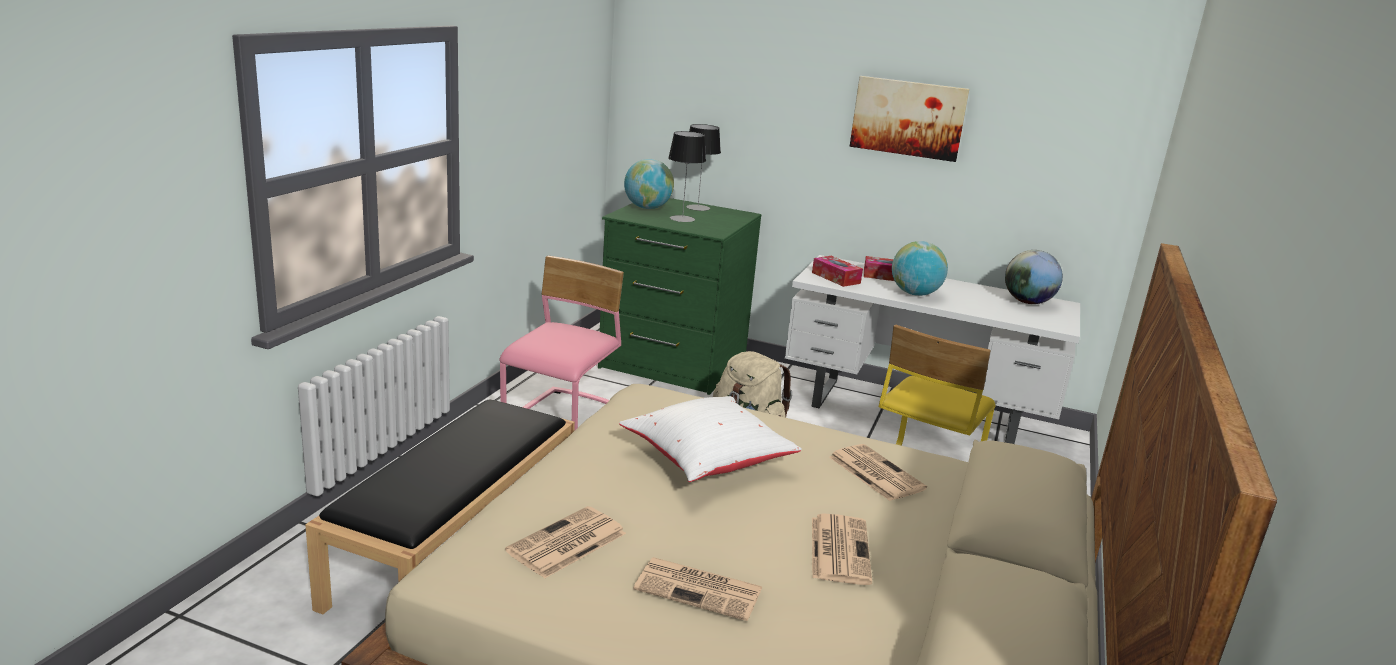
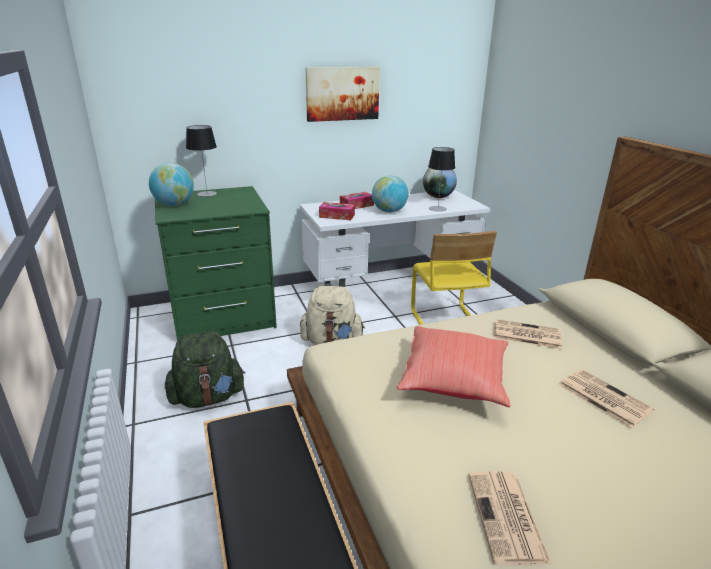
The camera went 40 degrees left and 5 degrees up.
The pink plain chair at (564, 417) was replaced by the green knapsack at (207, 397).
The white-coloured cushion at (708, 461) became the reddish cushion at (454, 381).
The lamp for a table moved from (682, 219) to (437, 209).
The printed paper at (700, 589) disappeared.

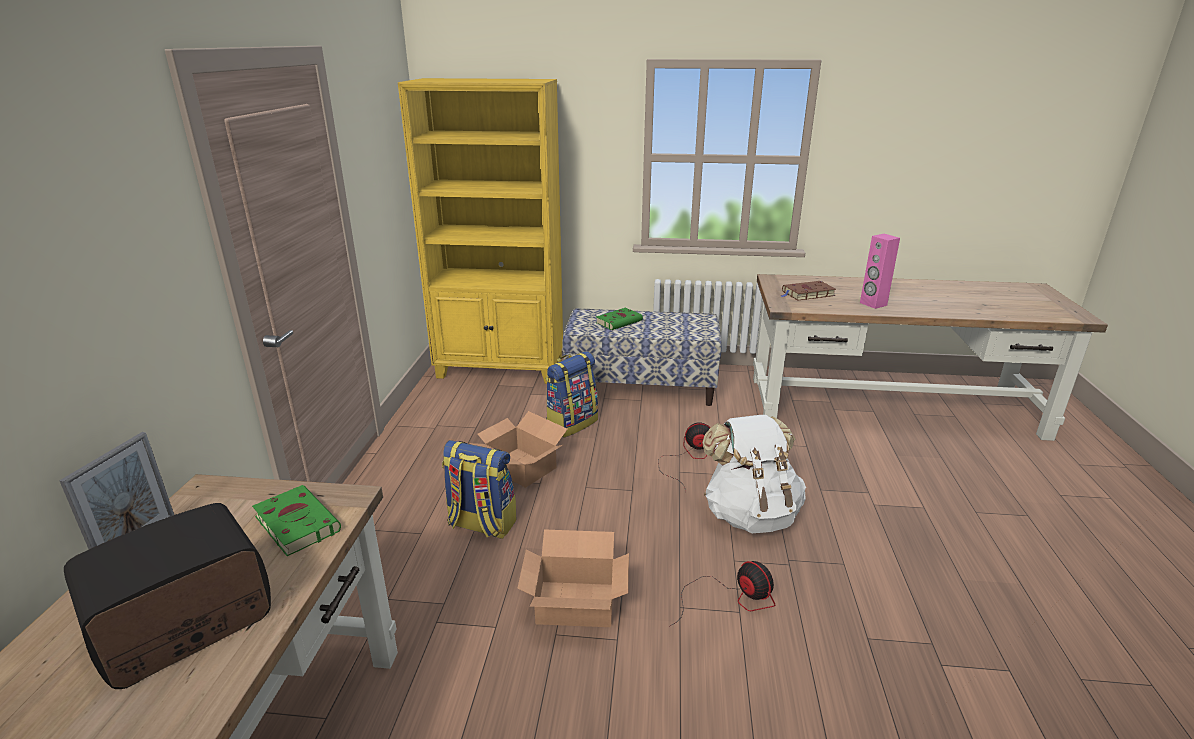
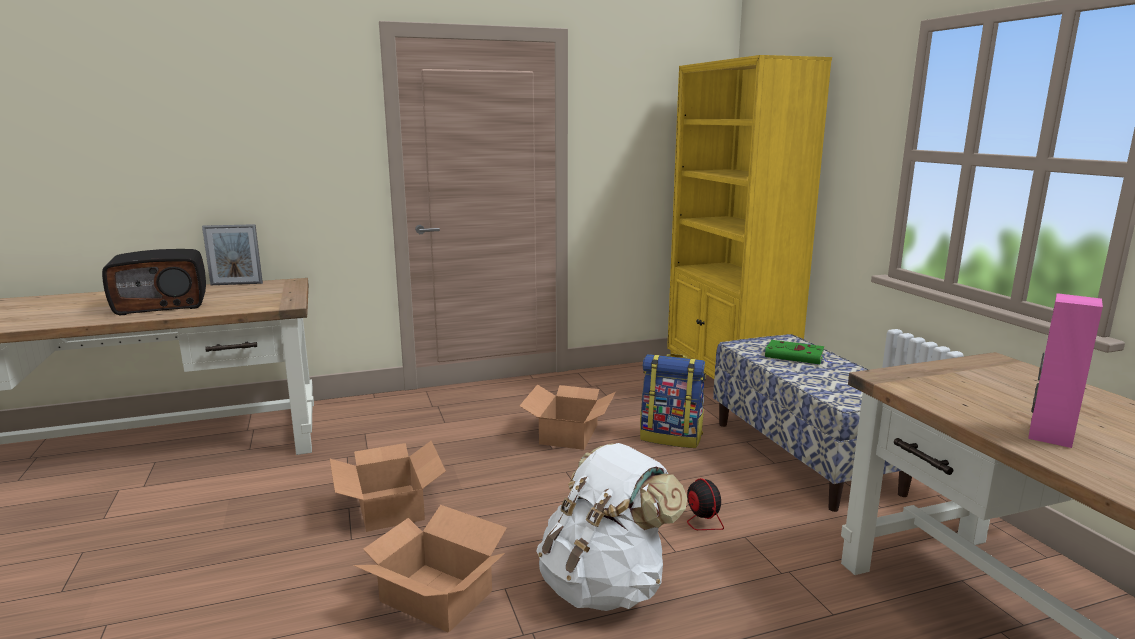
The camera went 65 degrees right and 10 degrees down.
The radio at (184, 625) turned 135 degrees clockwise.
The fan at (731, 599) was replaced by the carton at (436, 597).
The green book at (295, 523) disappeared.
The knapsack at (481, 524) disappeared.
The brown book at (807, 294) disappeared.

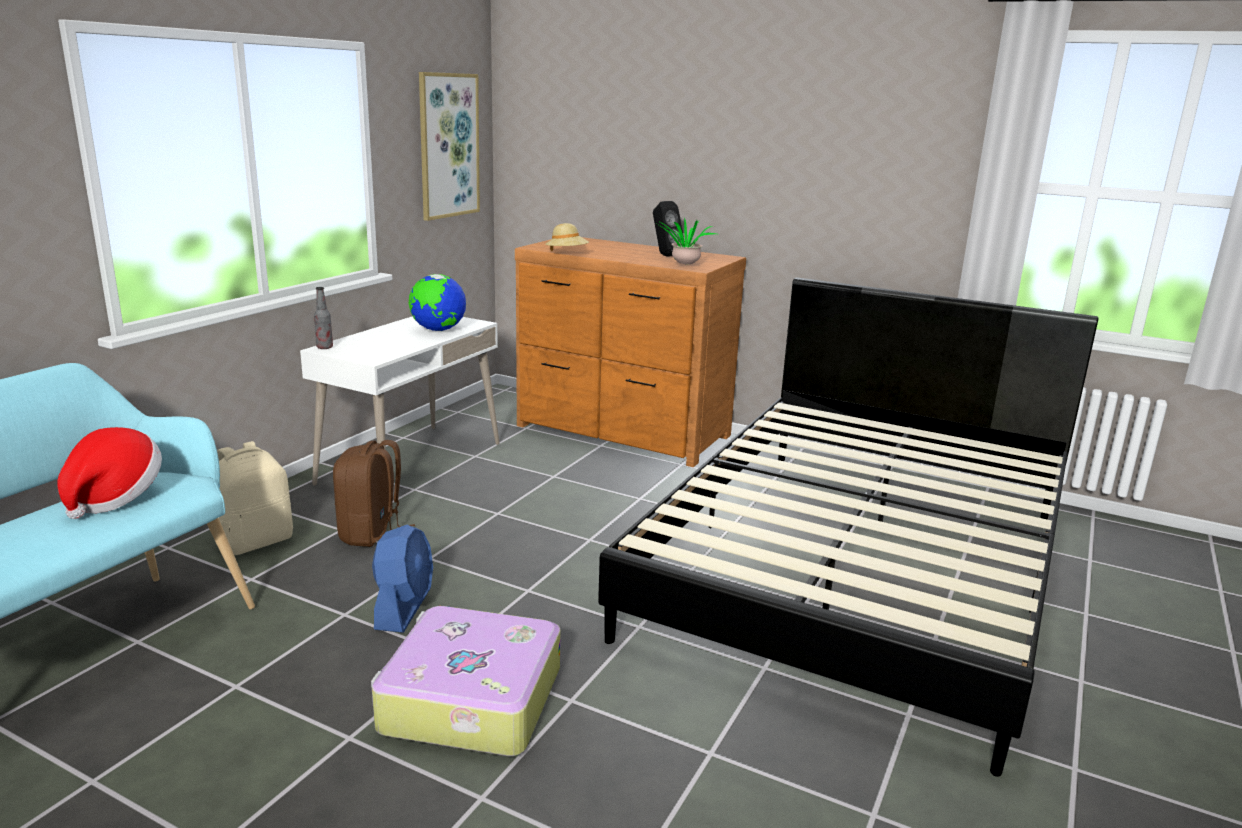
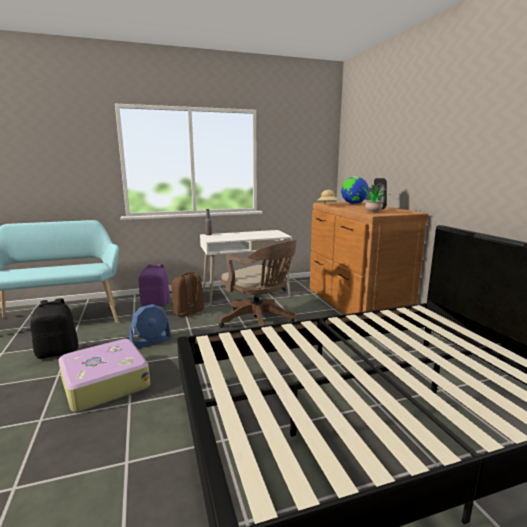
The camera went 45 degrees right and 5 degrees down.
The black knapsack at (58, 352) appeared.
The sand-coloured knapsack at (256, 541) became the purple-coloured knapsack at (156, 304).
The brown office chair at (259, 322) appeared.
The desk globe moved from (438, 330) to (353, 204).
The clothing hat at (114, 497) disappeared.
The wall art at (448, 146) disappeared.

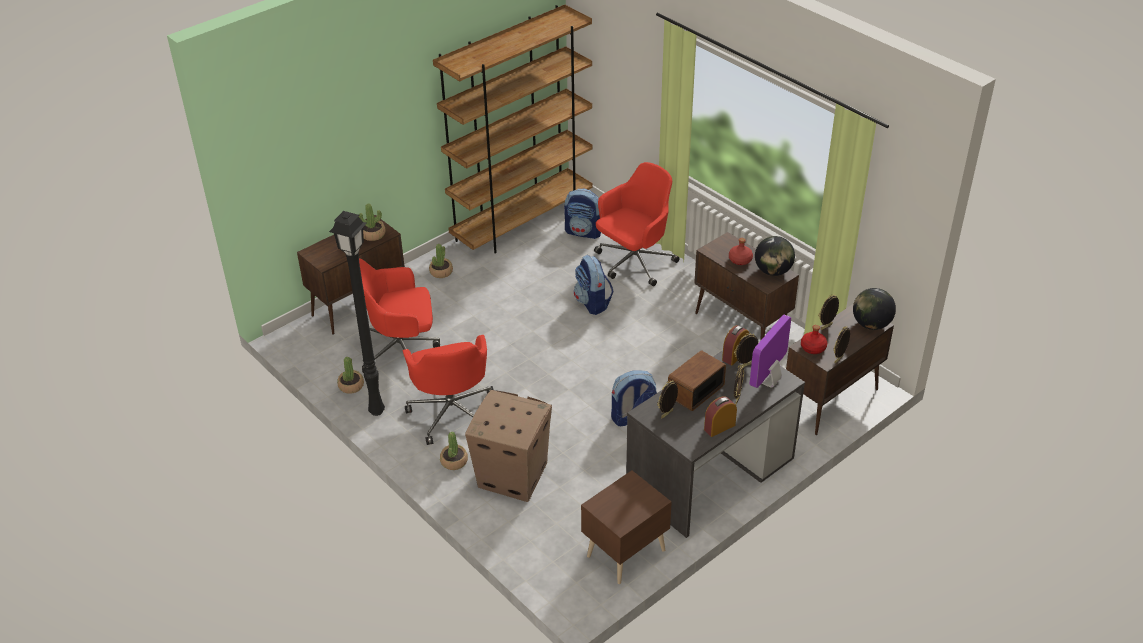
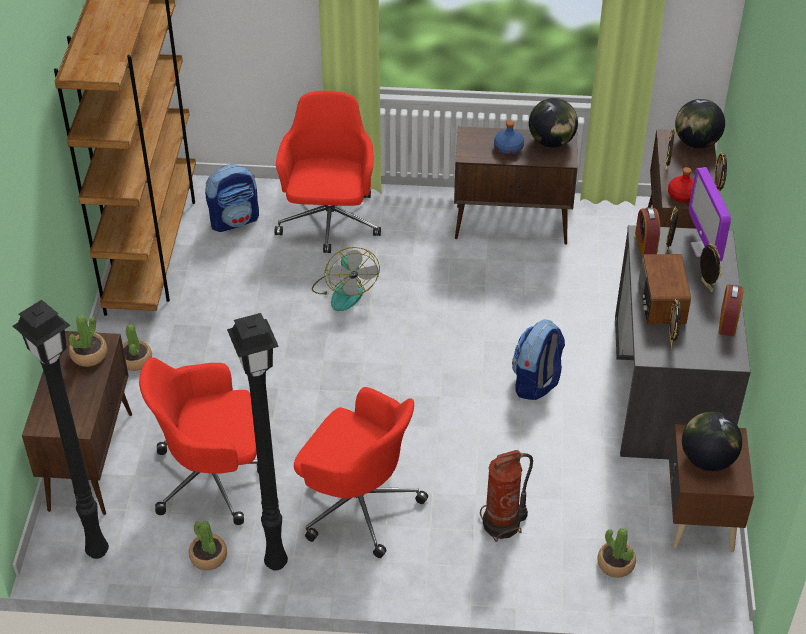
The camera went 45 degrees left and 5 degrees up.
The black standard lamp at (97, 553) appeared.
The reddish office chair at (402, 351) turned 45 degrees clockwise.
The knapsack at (593, 303) was replaced by the fan at (344, 290).
The carton at (511, 475) was replaced by the fire-fighting cylinder at (503, 524).
The reddish bottle at (740, 260) became the blue-coloured bottle at (508, 148).
The plant in a pot moved from (454, 461) to (615, 564).
The desk globe at (707, 460) appeared.

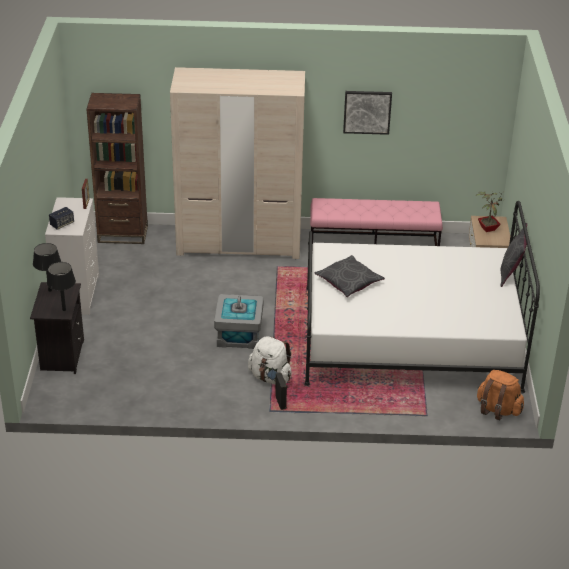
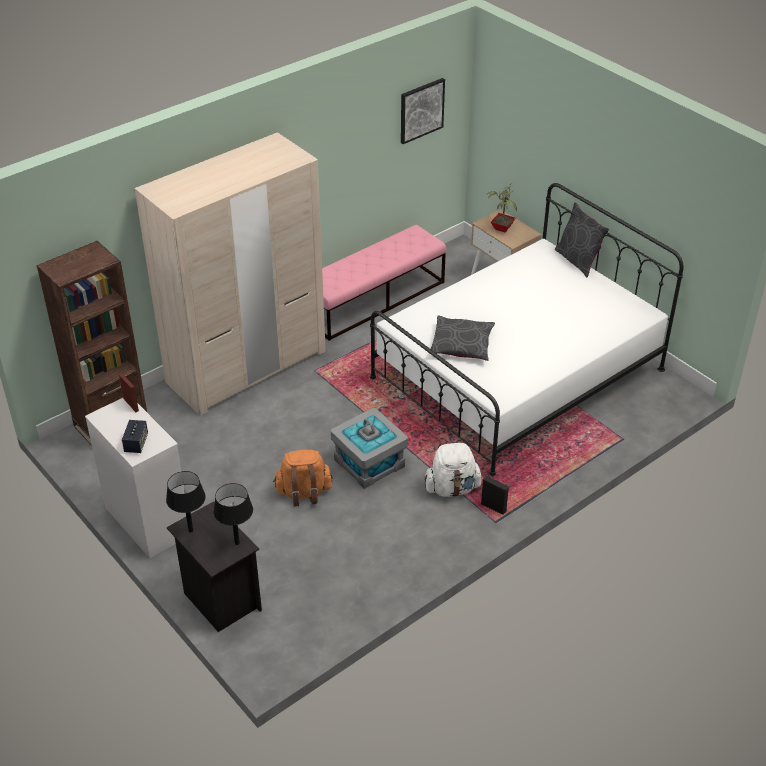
The camera went 40 degrees left and 5 degrees up.
The orange-coloured knapsack moved from (497, 409) to (304, 493).
The wall art moved from (367, 112) to (421, 110).

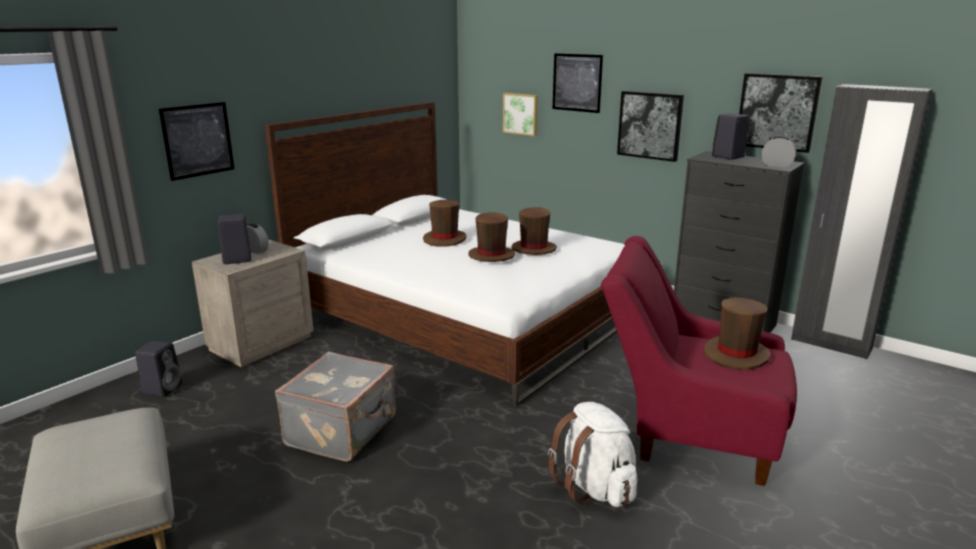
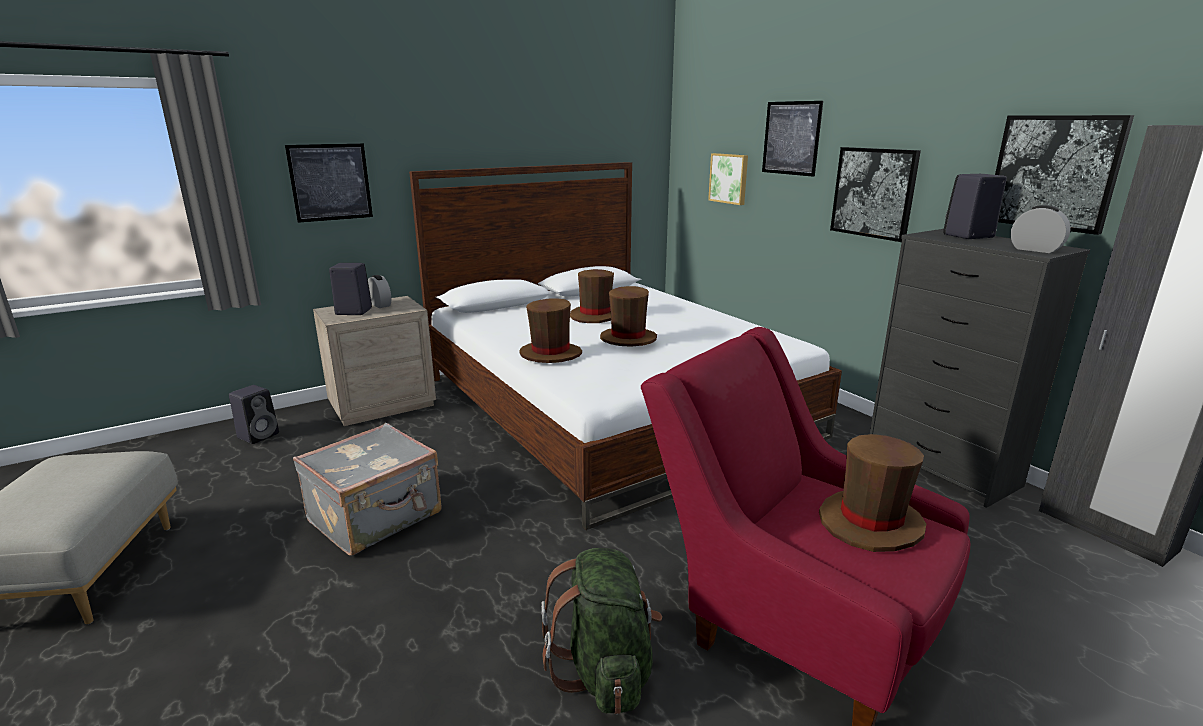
The camera went 20 degrees right and 0 degrees up.
The brown clothing hat moved from (534, 249) to (550, 354).
The white-coloured knapsack at (594, 487) became the green knapsack at (605, 670).

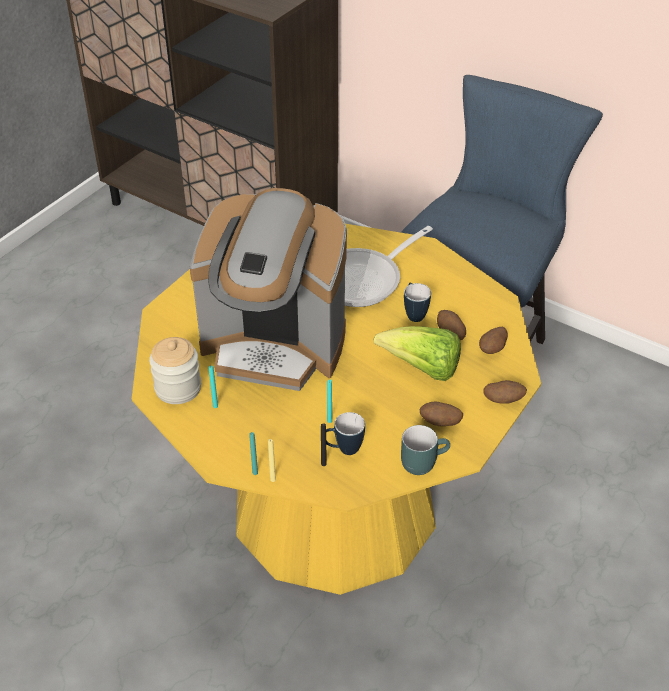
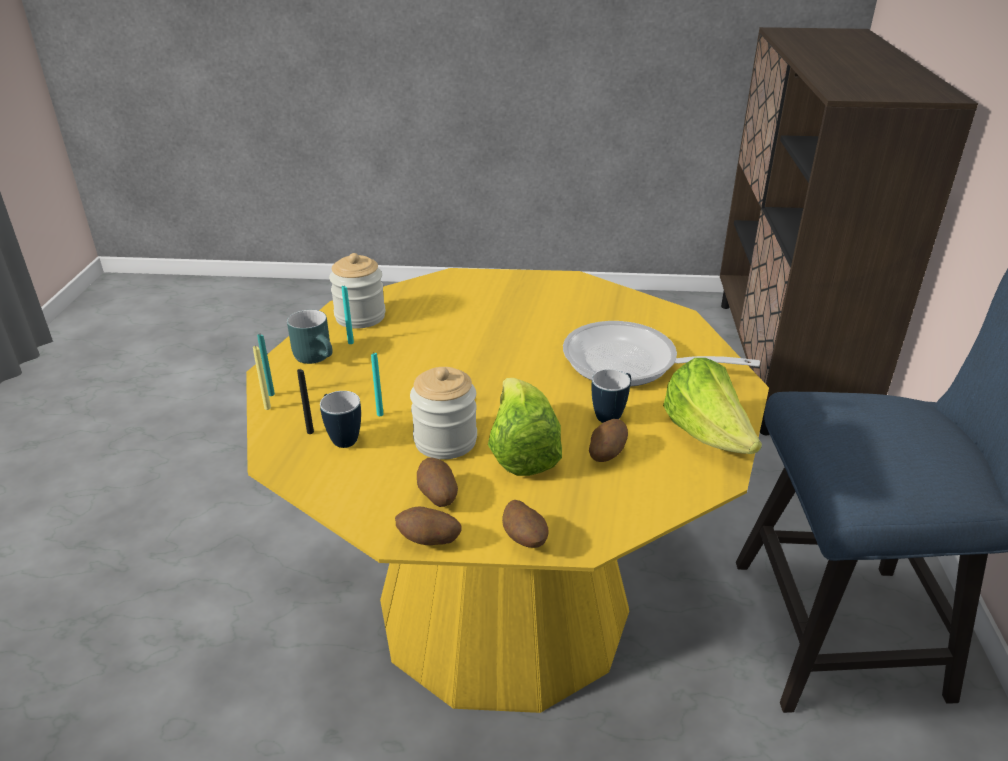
The camera went 60 degrees right and 10 degrees down.
The turquoise-coloured tea mug moved from (422, 460) to (318, 356).
The spud moved from (492, 350) to (429, 541).
The preserve jar at (445, 441) appeared.
The lettuce head at (707, 436) appeared.
The coffee maker at (274, 345) disappeared.

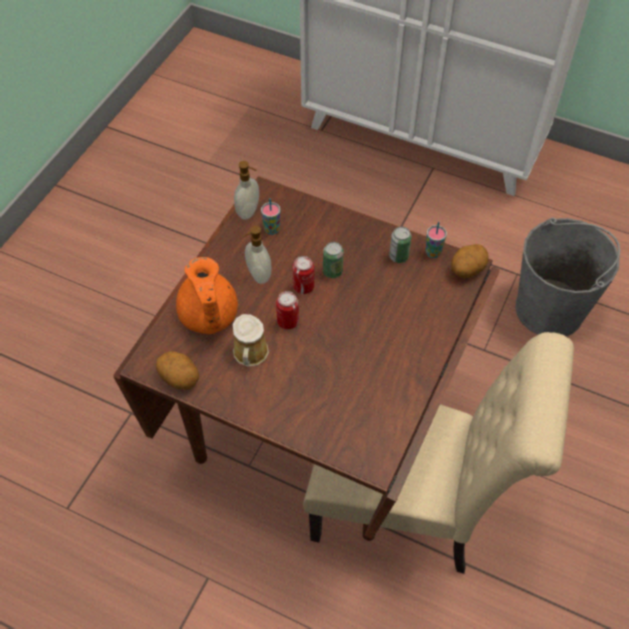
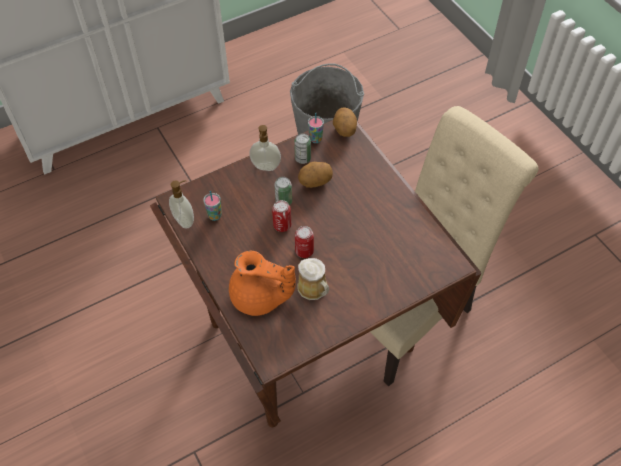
The camera went 55 degrees left and 0 degrees up.
The soap bottle moved from (258, 275) to (265, 167).
The spud moved from (180, 378) to (315, 182).

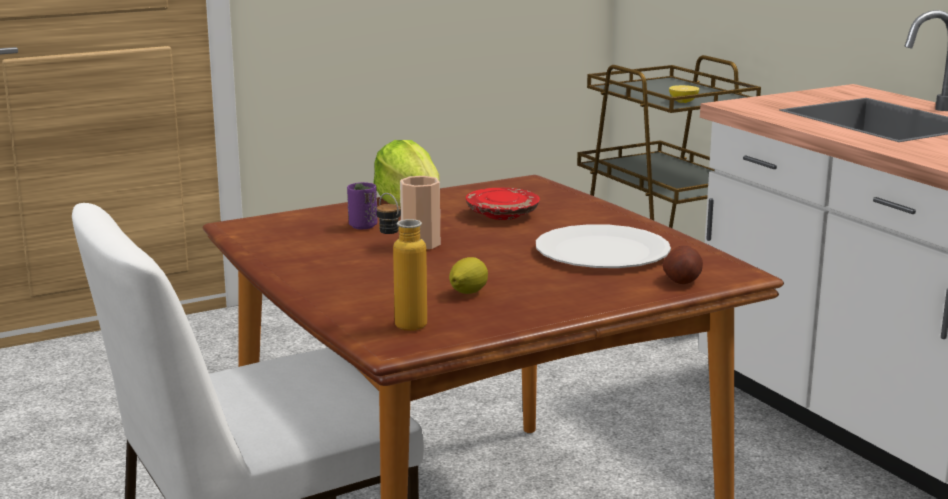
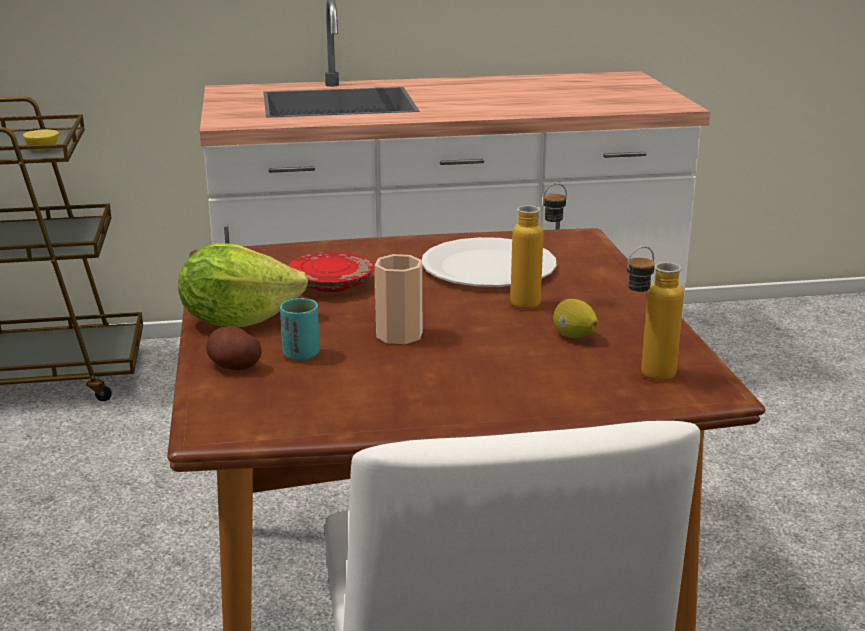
The camera went 70 degrees left and 5 degrees up.
The spud moved from (682, 280) to (234, 366).
The purple-coloured small cup at (363, 226) became the turquoise-coloured small cup at (301, 354).
The bottle at (536, 302) appeared.

